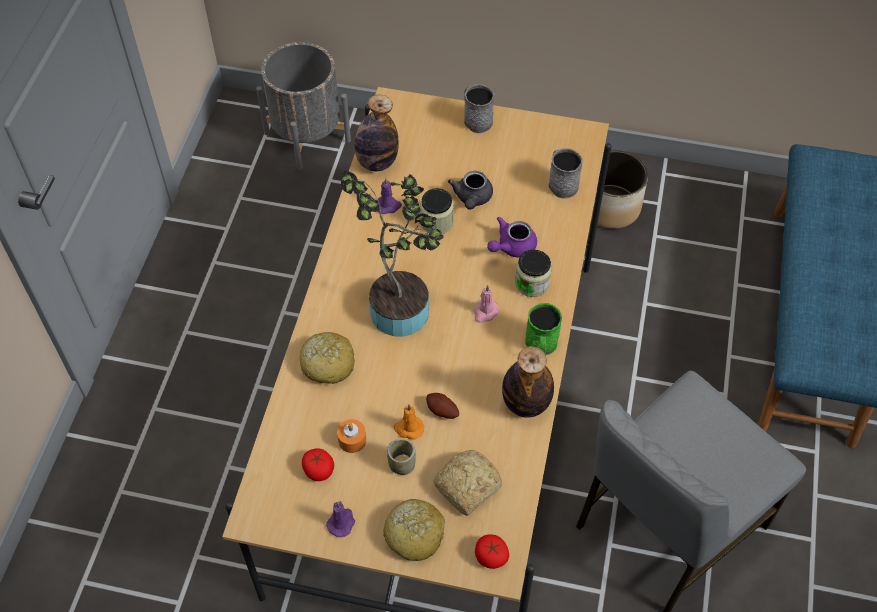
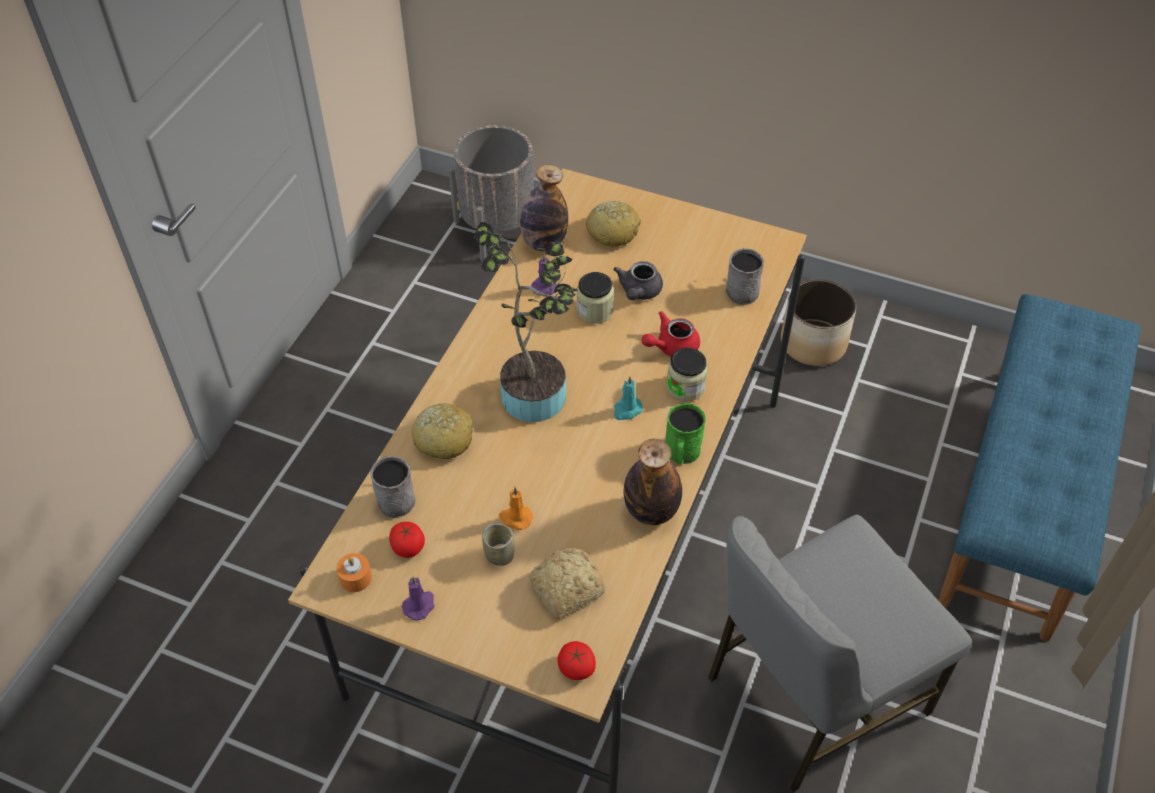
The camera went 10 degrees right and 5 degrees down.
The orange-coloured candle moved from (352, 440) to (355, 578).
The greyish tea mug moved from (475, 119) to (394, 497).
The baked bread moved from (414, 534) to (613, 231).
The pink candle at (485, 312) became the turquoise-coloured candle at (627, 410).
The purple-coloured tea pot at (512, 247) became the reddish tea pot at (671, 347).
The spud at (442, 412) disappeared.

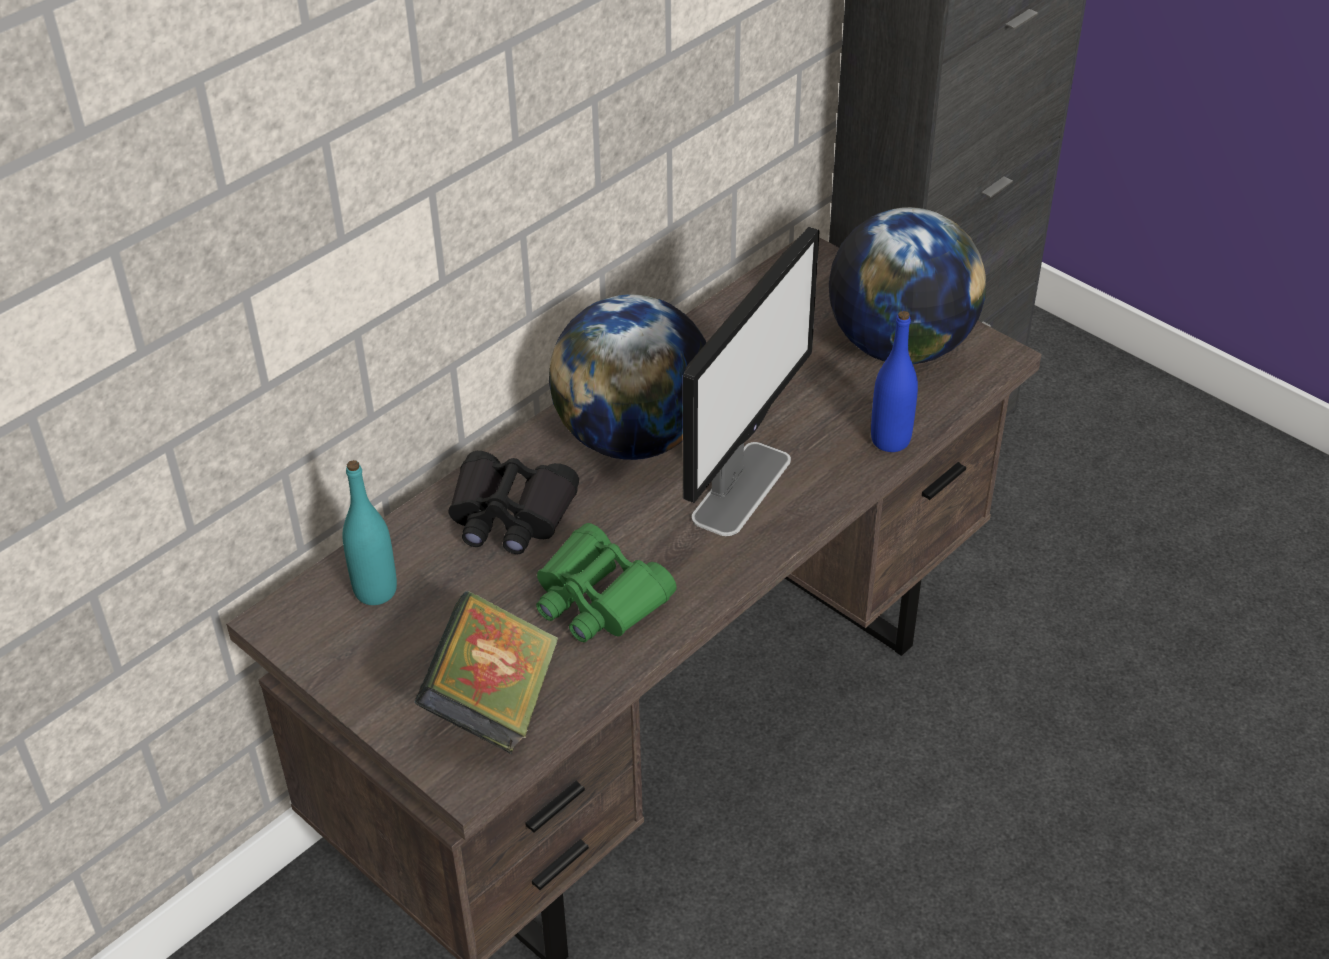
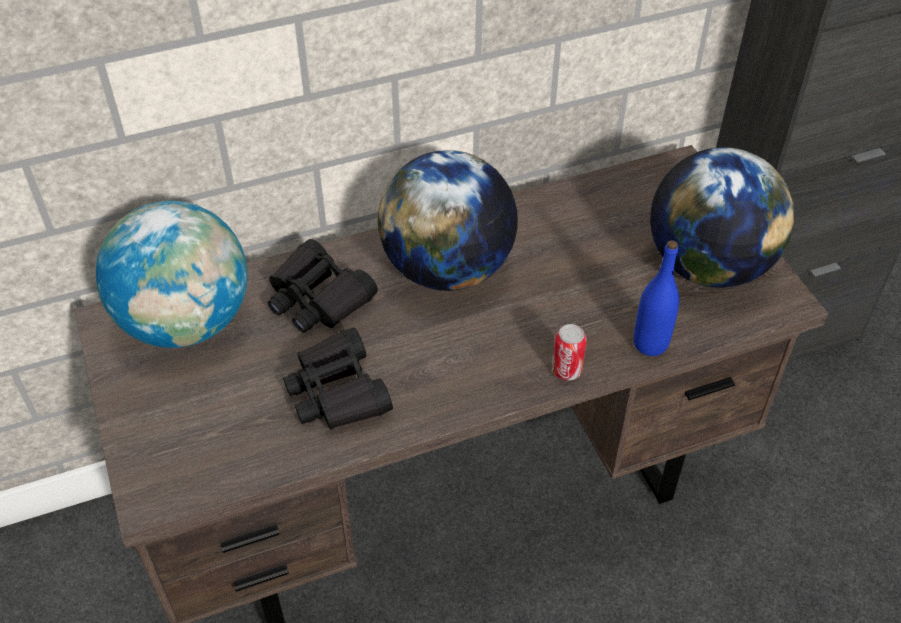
The camera went 25 degrees right and 5 degrees up.
The turquoise-coloured bottle at (375, 591) was replaced by the desk globe at (186, 322).
The green binoculars at (599, 599) became the black binoculars at (337, 392).
The sealed can at (566, 370) appeared.
The book at (493, 703) disappeared.
The computer screen at (742, 487) disappeared.

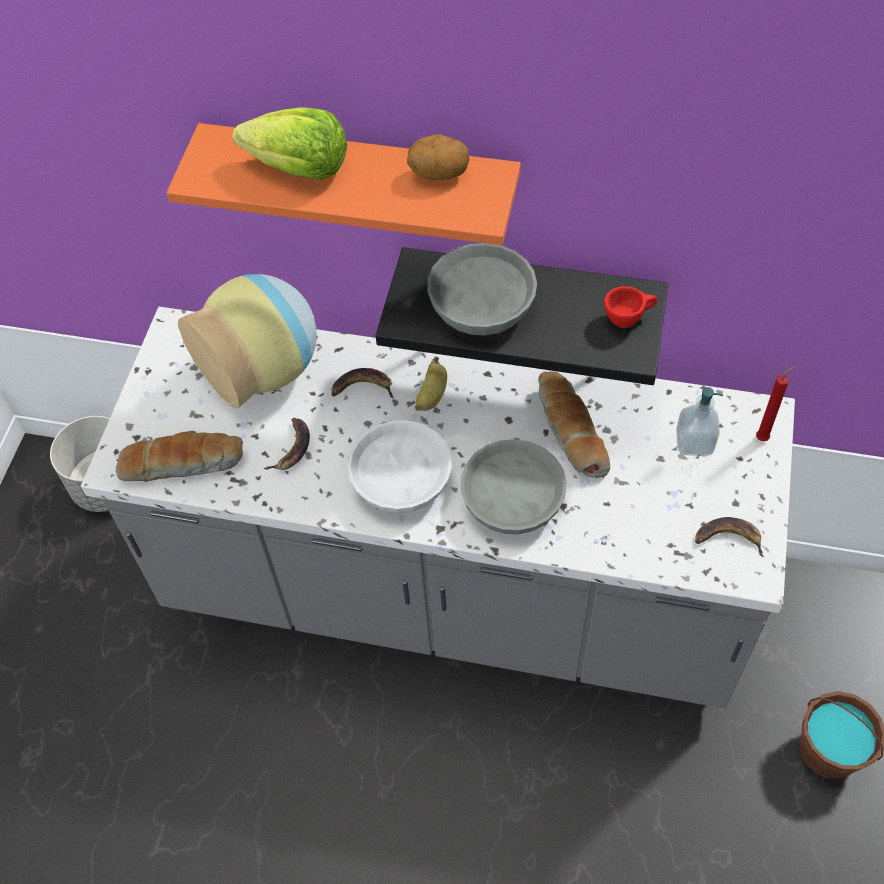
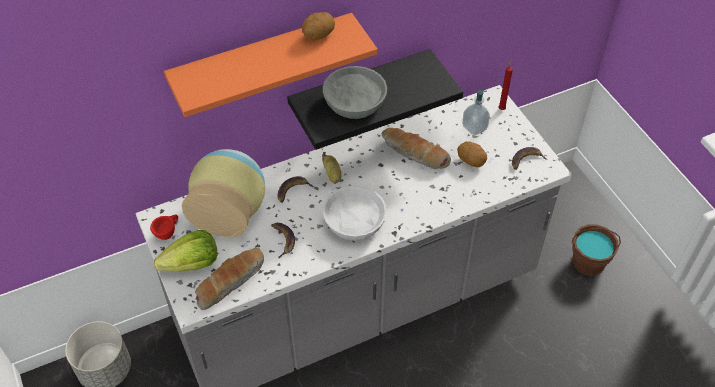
The camera went 40 degrees left and 5 degrees down.
The reddish small cup moved from (628, 319) to (168, 233).
The lettuce head moved from (299, 168) to (192, 264).
The spud at (471, 161) appeared.
The greyish deep dish at (514, 501) disappeared.

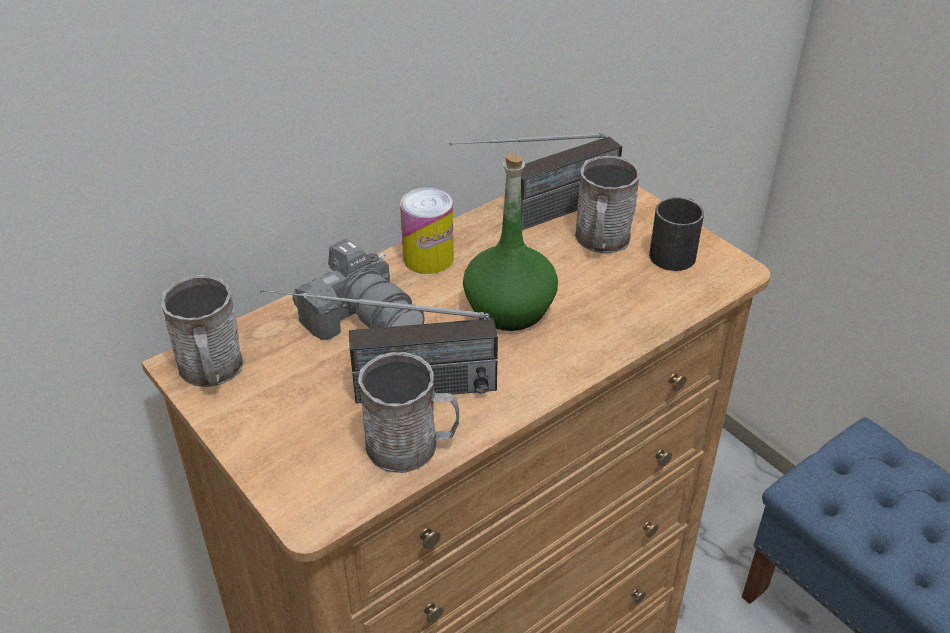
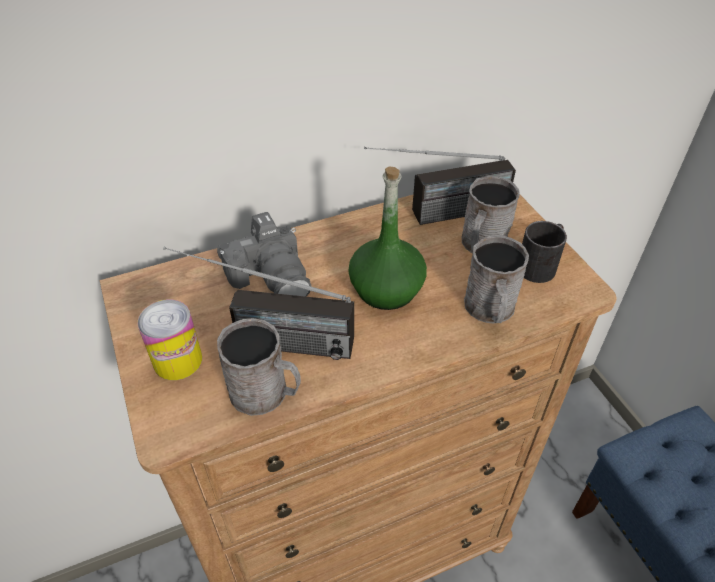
The camera went 15 degrees right and 5 degrees up.
The sealed can moved from (428, 257) to (177, 360).
The greyish tea mug moved from (212, 370) to (490, 310).

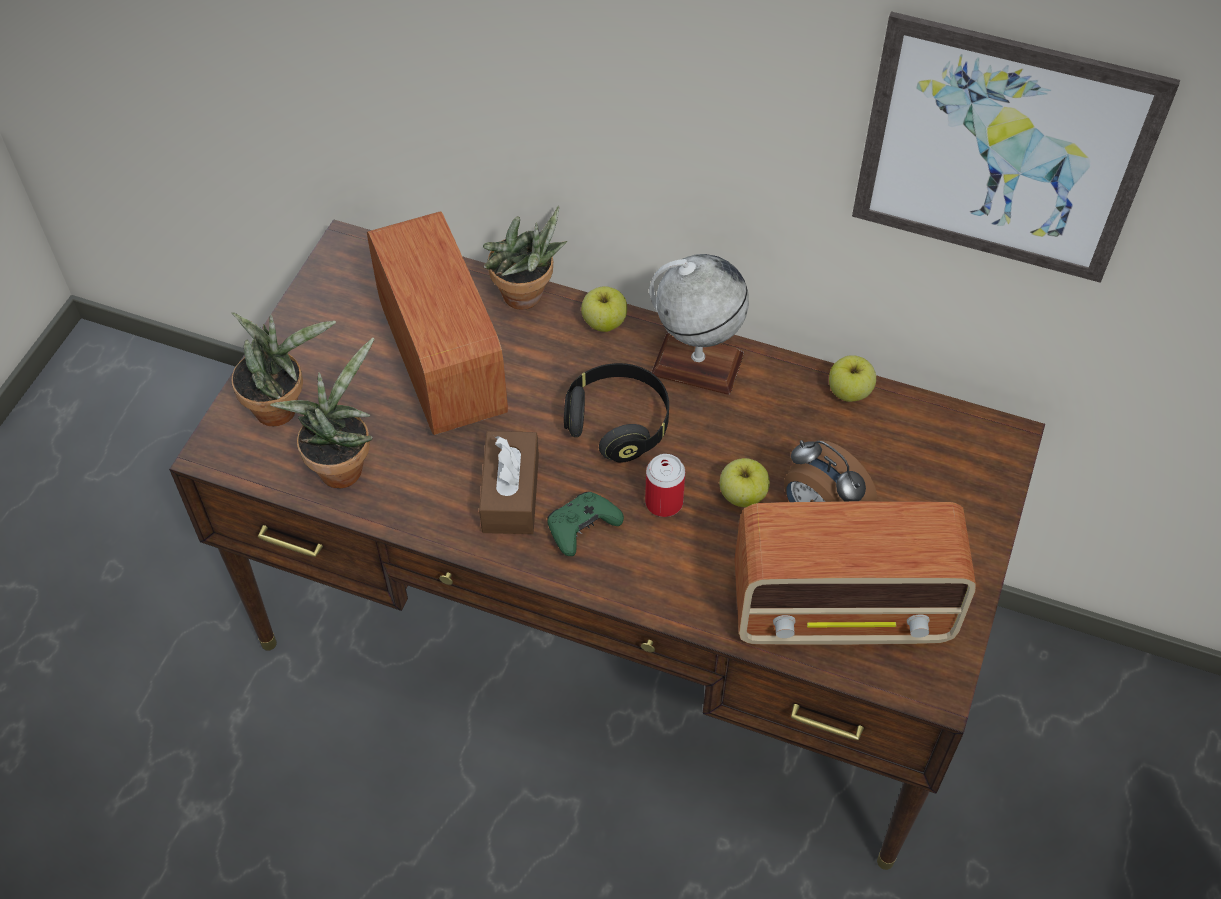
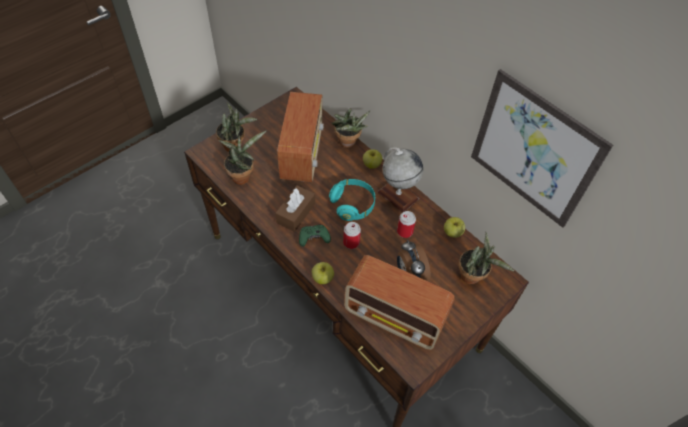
The camera went 25 degrees right and 0 degrees up.
The whole apple moved from (742, 495) to (322, 278).
The black pair of headphones at (618, 423) became the turquoise-coloured pair of headphones at (352, 205).
The sealed can at (404, 231) appeared.
The plant in a pot at (473, 277) appeared.

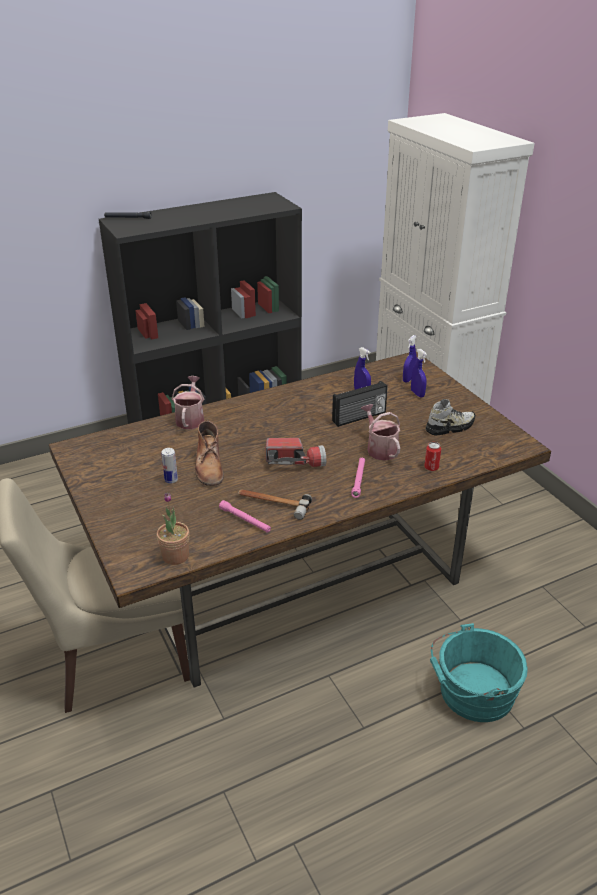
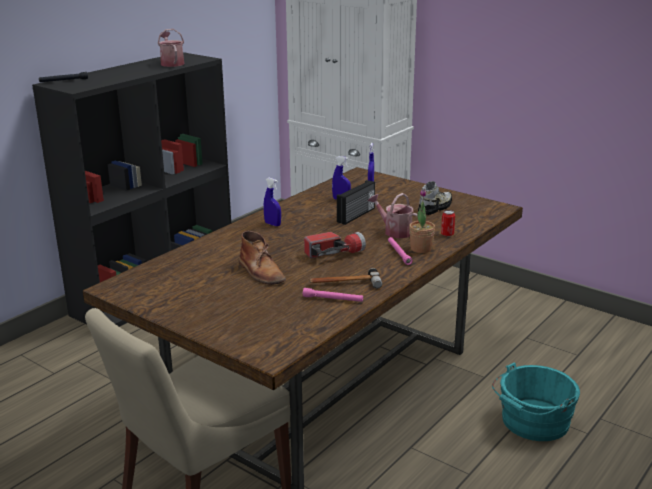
The camera went 25 degrees left and 10 degrees down.
The watering can moved from (190, 418) to (171, 63).
The blue-coloured spray bottle moved from (417, 394) to (272, 224).
The plant in a pot moved from (175, 556) to (421, 249).
The sealed can at (171, 480) disappeared.

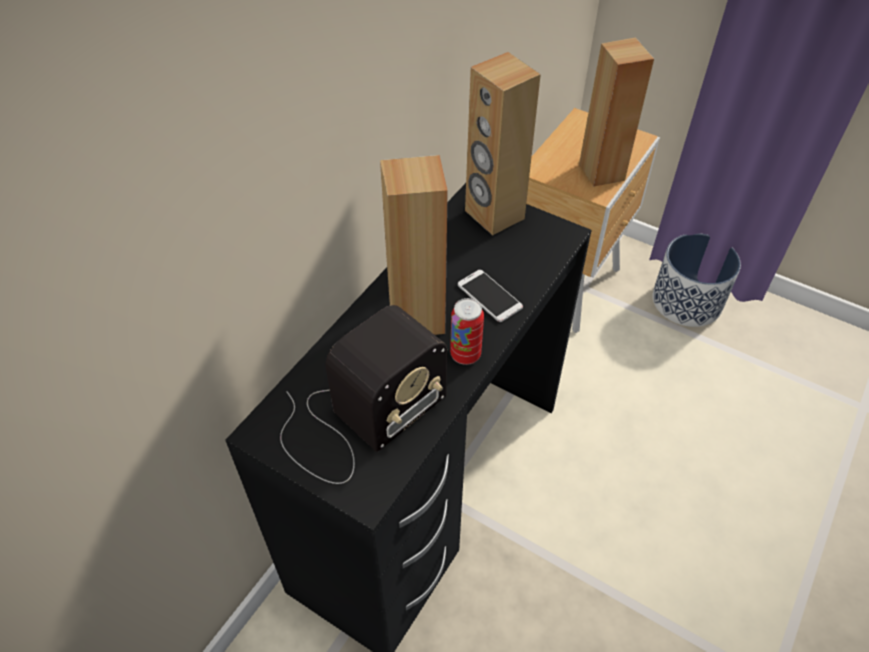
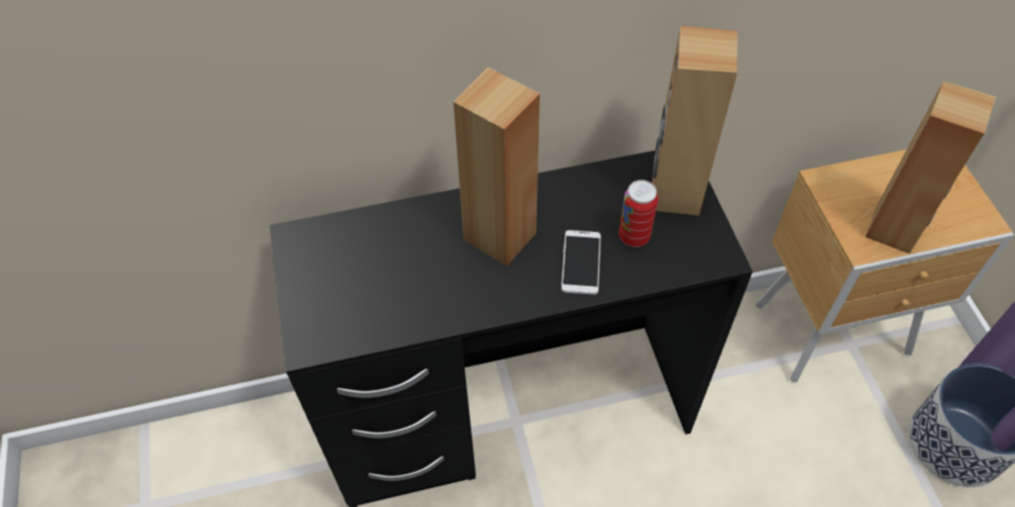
The camera went 45 degrees right and 5 degrees up.
The sealed can moved from (465, 355) to (634, 236).
The radio at (358, 420) disappeared.

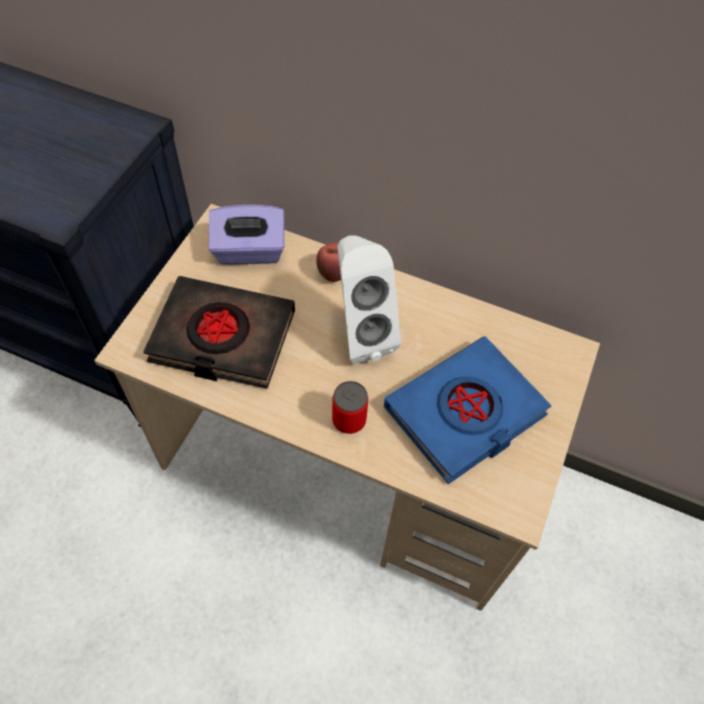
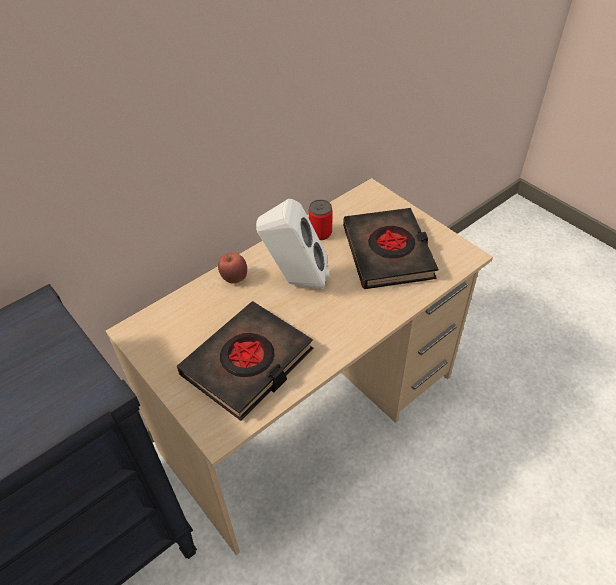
The camera went 60 degrees left and 10 degrees down.
The sealed can moved from (349, 420) to (320, 233).
The blue-coloured book at (465, 413) became the black book at (388, 253).
The purple-coloured tissue box at (249, 251) disappeared.

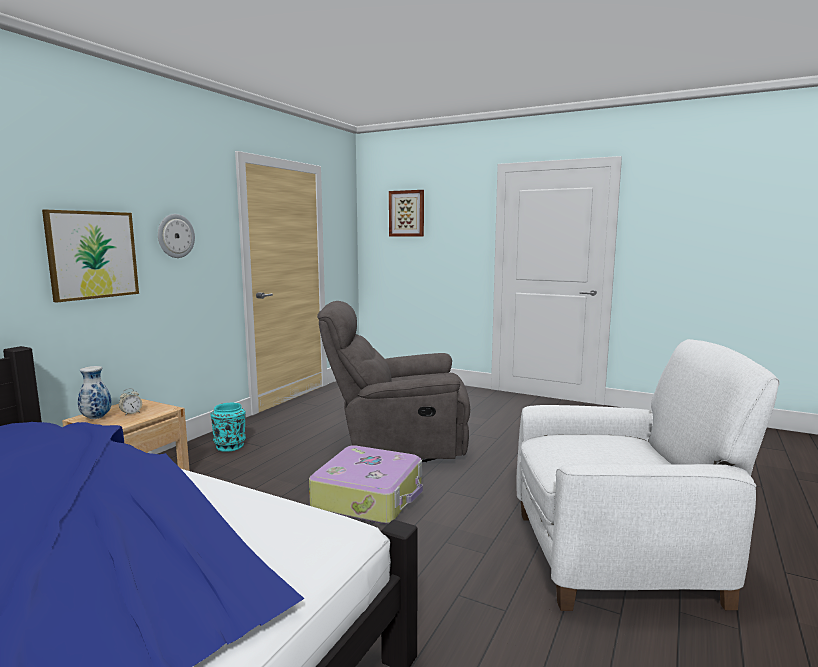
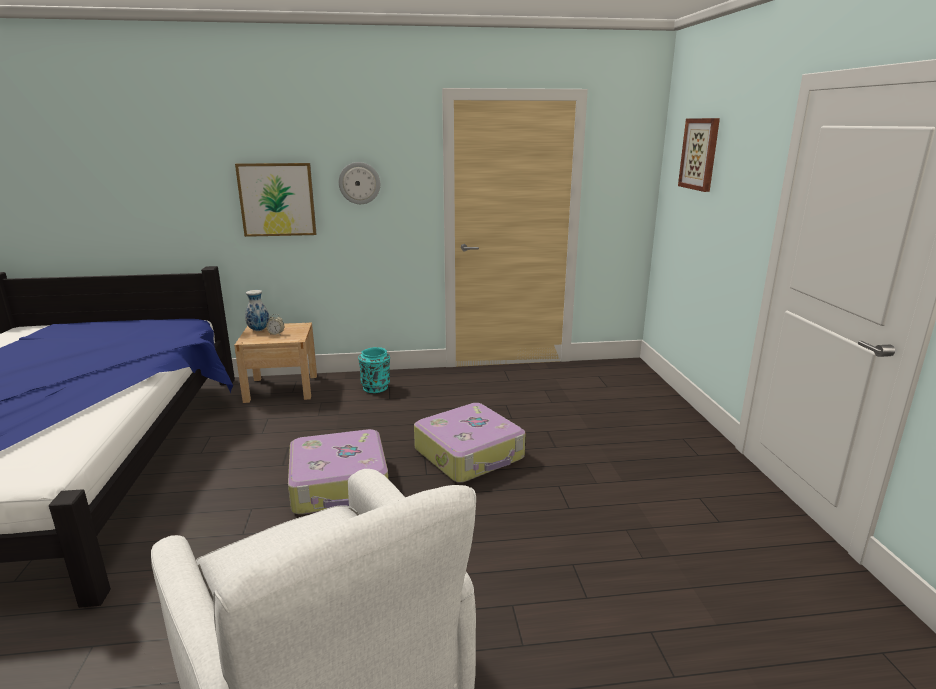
The camera went 55 degrees right and 10 degrees up.
The greyish lounge chair at (398, 444) was replaced by the piece of luggage at (470, 454).

